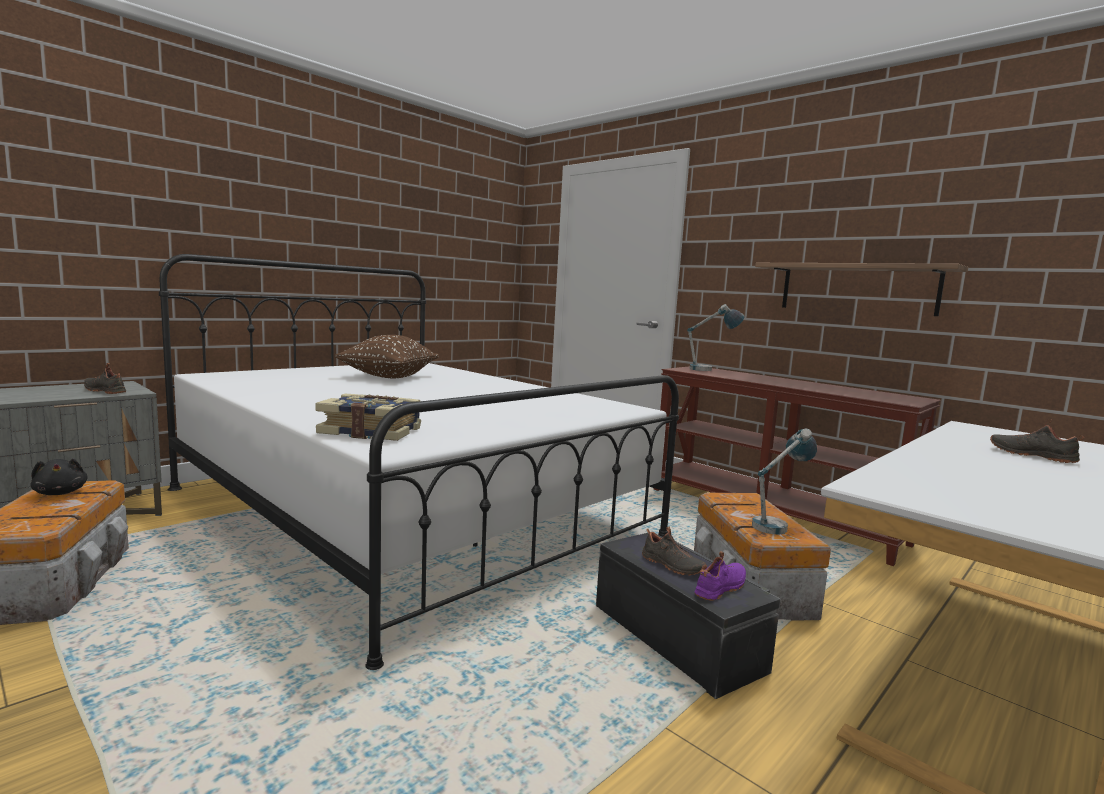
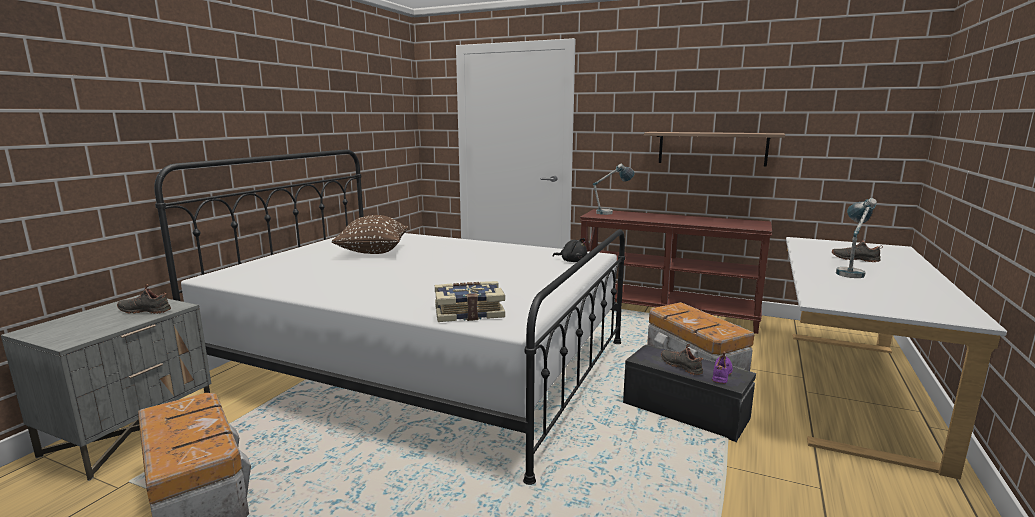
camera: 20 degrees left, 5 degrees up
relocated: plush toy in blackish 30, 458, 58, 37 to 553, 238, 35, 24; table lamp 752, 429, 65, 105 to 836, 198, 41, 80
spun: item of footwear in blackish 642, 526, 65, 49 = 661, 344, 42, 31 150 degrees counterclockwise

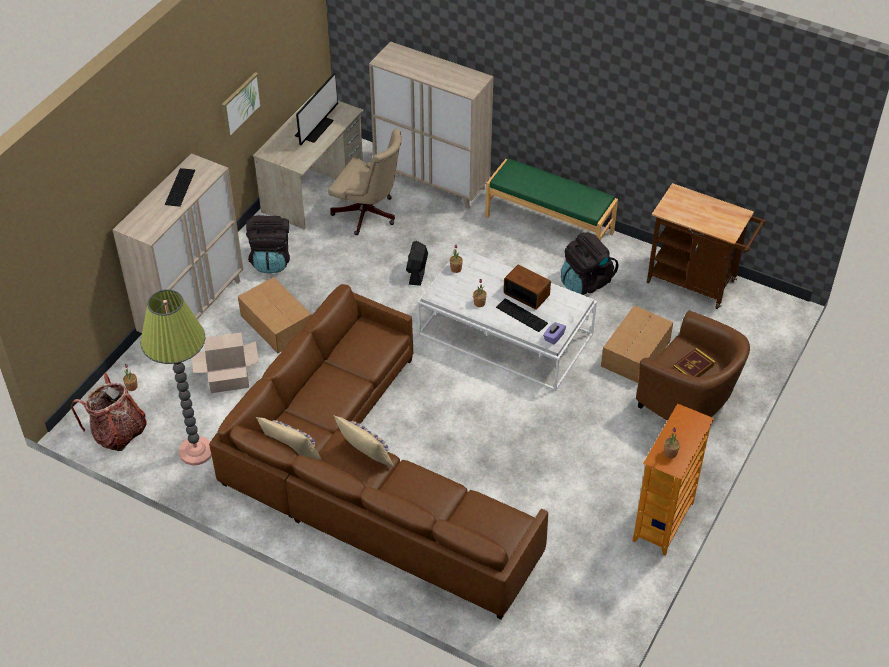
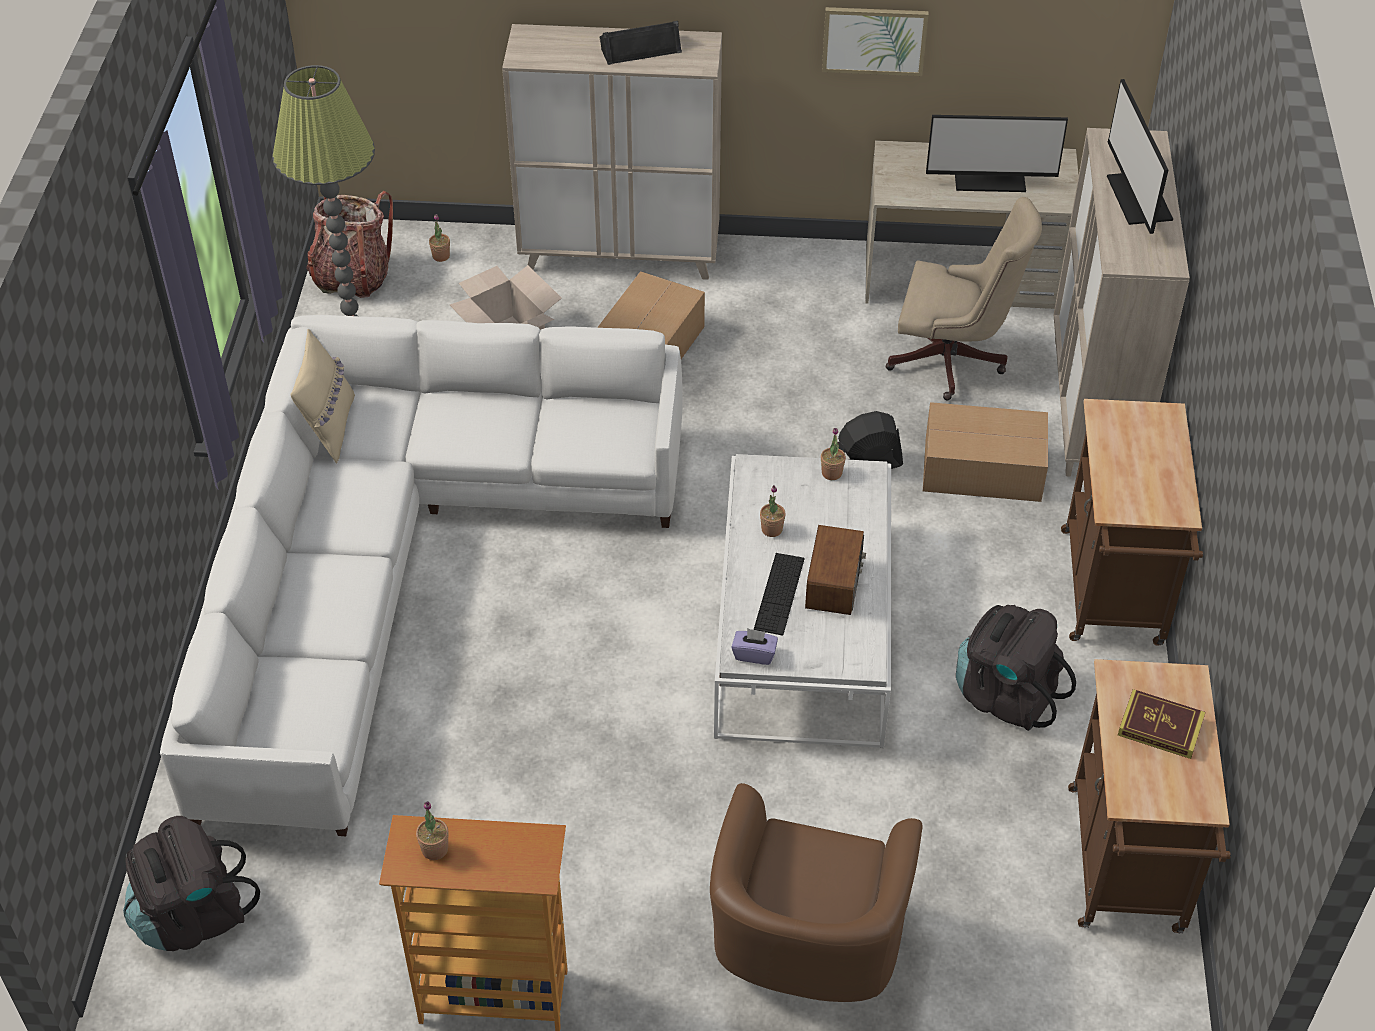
camera: 65 degrees right, 0 degrees up
missing: pillow in sand-coloured 333, 415, 61, 52
appeared: computer screen 1107, 79, 66, 155
relocated: backpack in blackish 246, 215, 44, 58 to 123, 816, 137, 135; carton 601, 305, 72, 78 to 923, 402, 125, 100; bound book 672, 348, 44, 29 to 1118, 689, 88, 70
exchanged: PC keyboard 165, 168, 30, 39 to loudspeaker in blackish 600, 21, 82, 44; bench in green 485, 159, 133, 81 to cart in brownish 1061, 399, 142, 247
colour: sofa in brownish 209, 284, 339, 336 to sofa in whitish 160, 315, 523, 521
spun: desk chair in sand-coloured 328, 129, 74, 106 = 886, 197, 156, 203 75 degrees counterclockwise

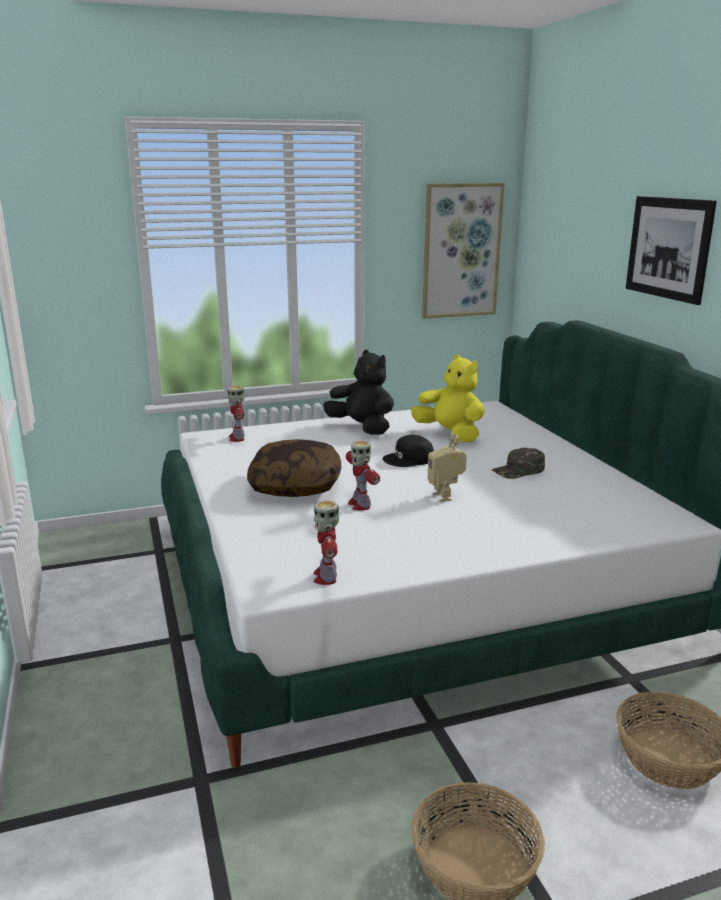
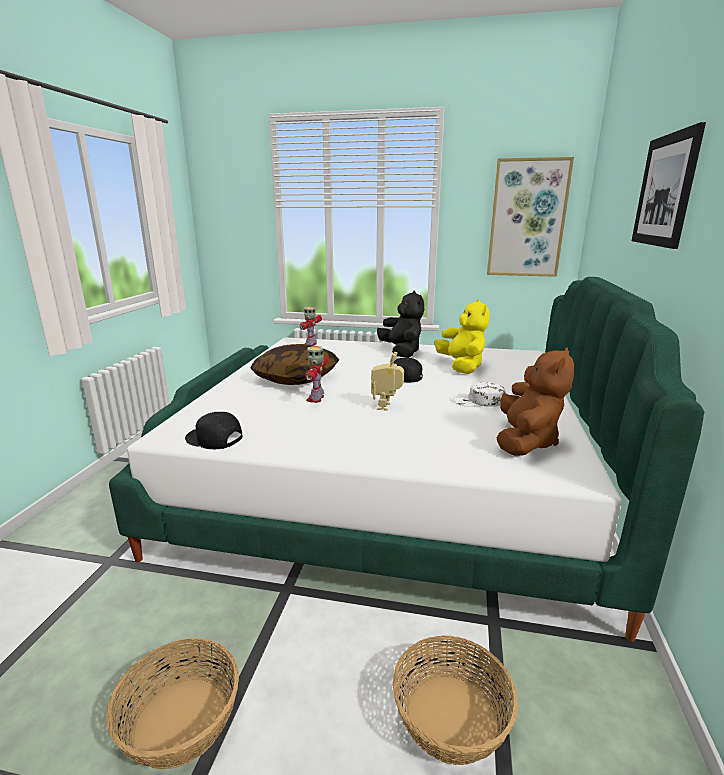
camera: 30 degrees right, 0 degrees up
appeared: plush toy in brownish 497, 347, 78, 109
exchanged: robot figure 313, 500, 26, 85 to peaked cap in blackish 185, 412, 58, 37
colour: peaked cap in green 492, 448, 53, 31 to peaked cap in whitish 453, 382, 53, 25

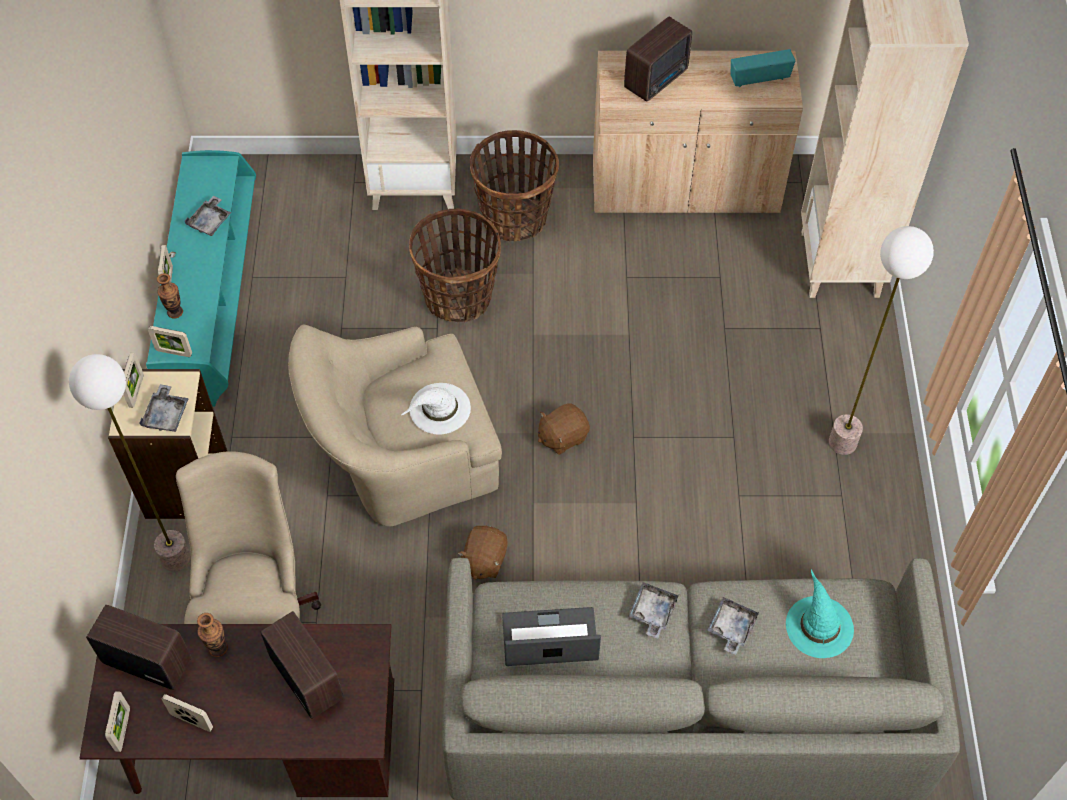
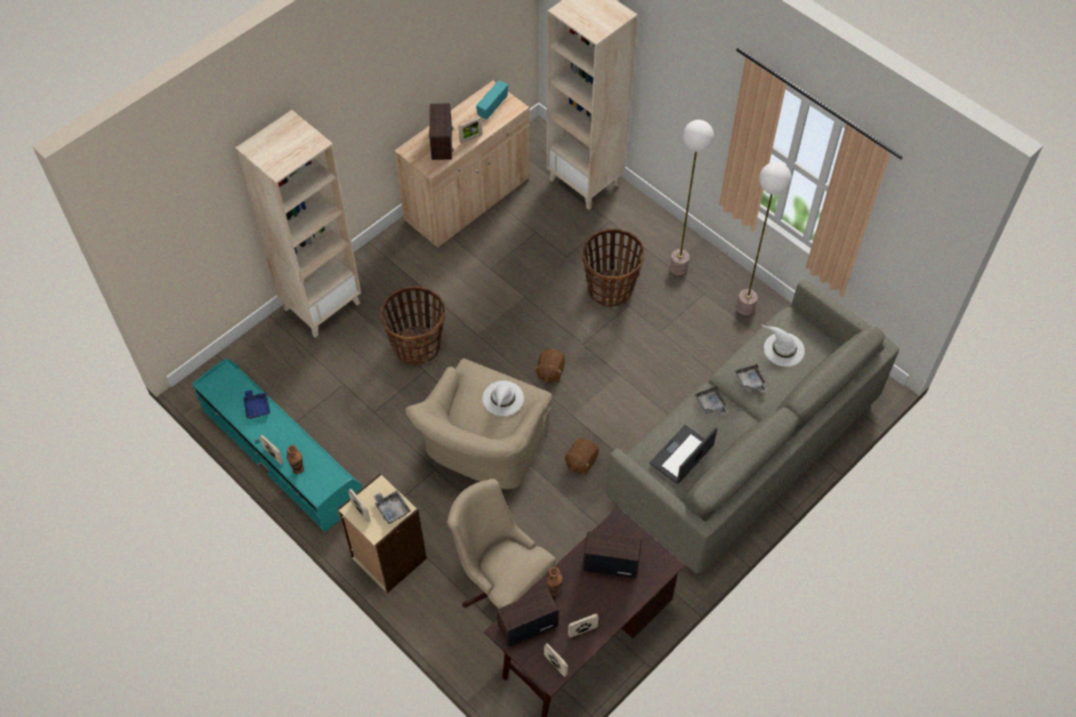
camera: 45 degrees left, 0 degrees up
relocated: floor lamp 69, 354, 122, 218 to 736, 162, 55, 154; standing frame 148, 326, 44, 31 to 459, 116, 23, 28; storage basket 470, 130, 89, 111 to 583, 229, 62, 78
colour: serving tray in grey 185, 196, 46, 40 to serving tray in blue-coloured 243, 390, 27, 29; wearable hat in turquoise 786, 569, 68, 89 to wearable hat in whitish 762, 325, 43, 42
spun: plush toy in brownish 458, 526, 50, 54 = 564, 438, 35, 37 60 degrees clockwise

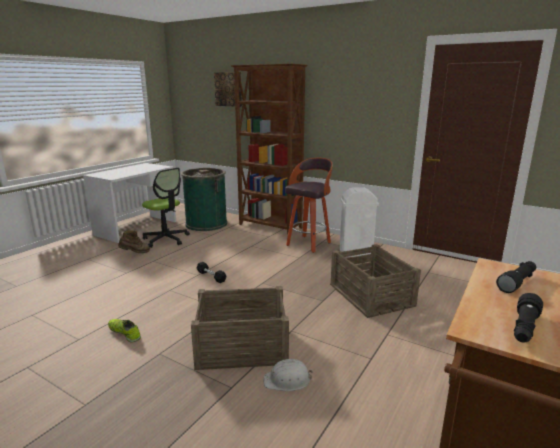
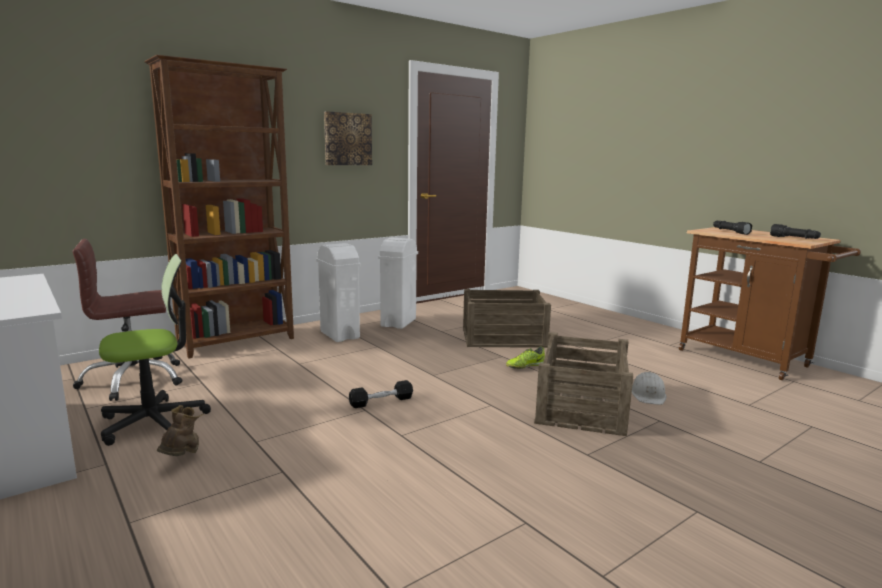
camera: 70 degrees left, 5 degrees down
relocated: item of footwear 108, 319, 33, 23 to 506, 346, 39, 23; wall art 214, 72, 28, 35 to 324, 111, 48, 54
exchanged: rubbish bin in green 181, 168, 46, 63 to desk chair in brownish 72, 239, 110, 162; sitting stool 285, 158, 48, 95 to rubbish bin in whitish 316, 243, 45, 99

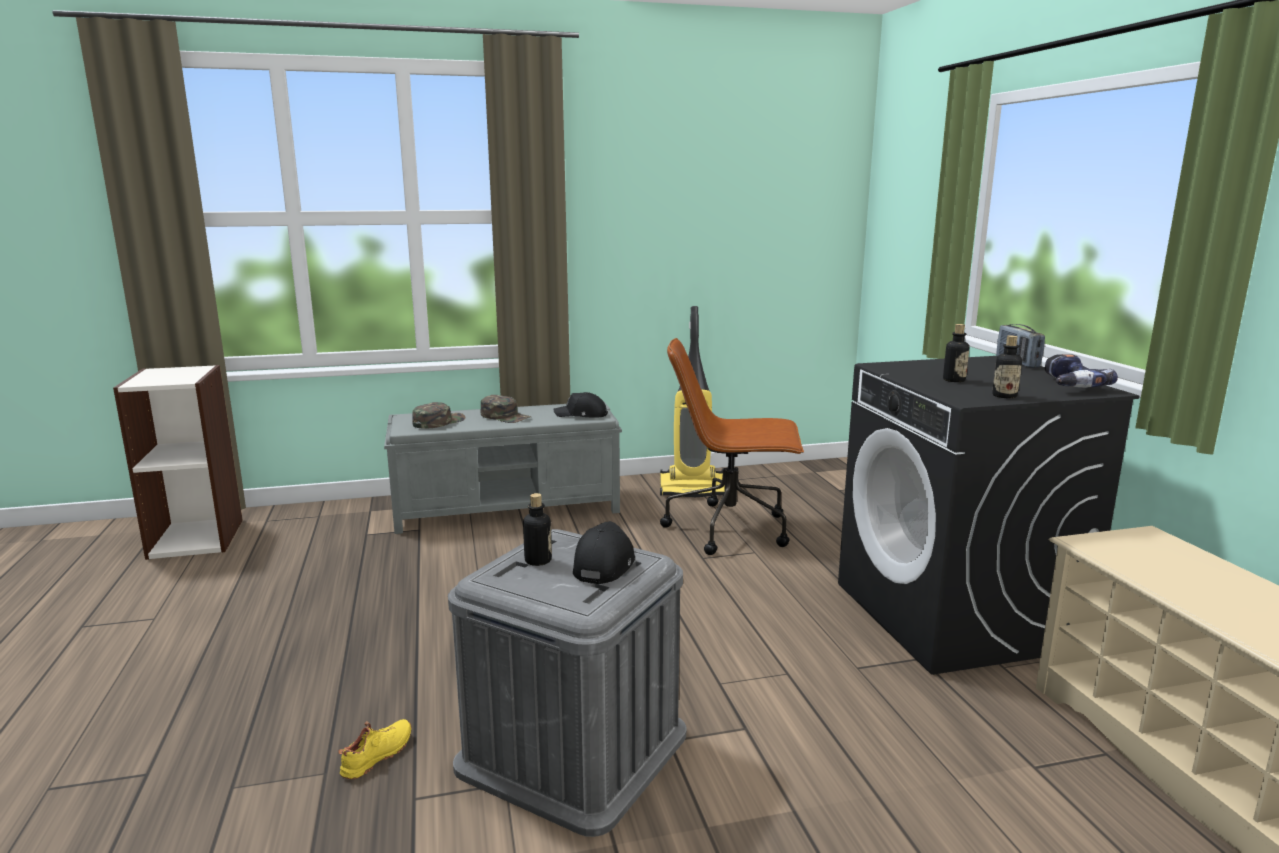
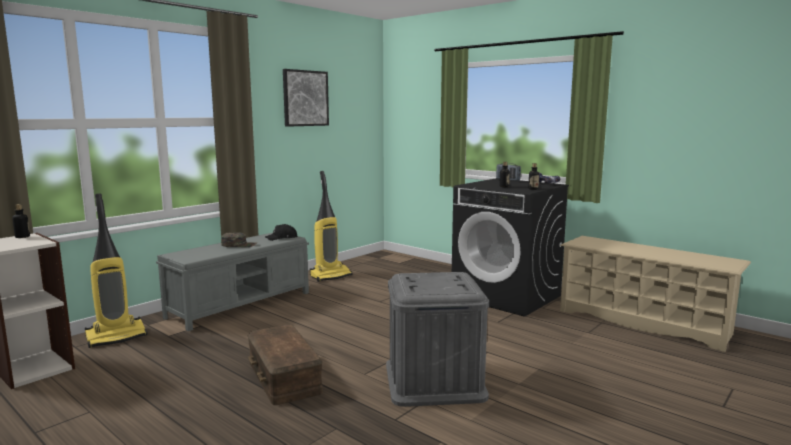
camera: 35 degrees left, 5 degrees down
missing: item of footwear in yellow-coloured 338, 719, 74, 60; peaked cap in green 412, 402, 54, 27; peaked cap in blackish 573, 521, 62, 63; desk chair in brownish 660, 338, 144, 217
appeared: vacuum 85, 193, 62, 155; storage bin in brownish 248, 324, 75, 81; wall art 283, 69, 46, 58
relocated: drink bottle 523, 493, 29, 73 to 12, 204, 18, 34

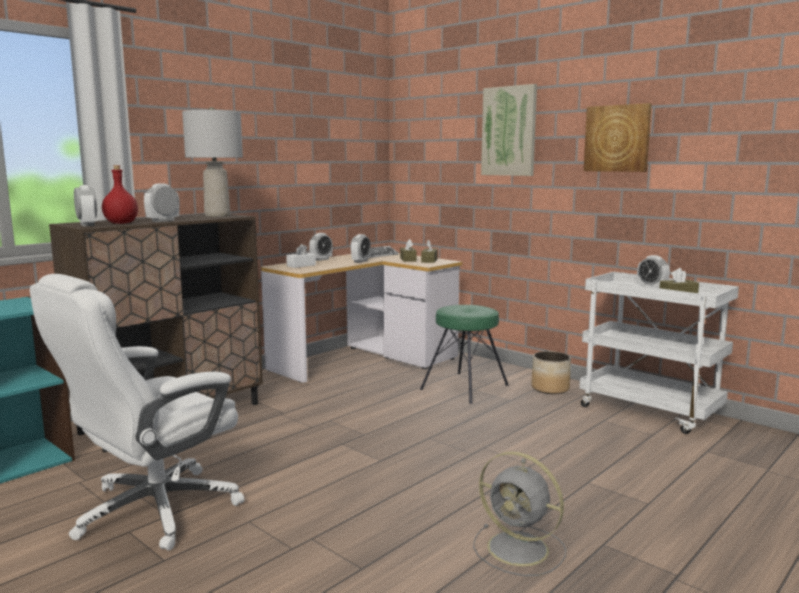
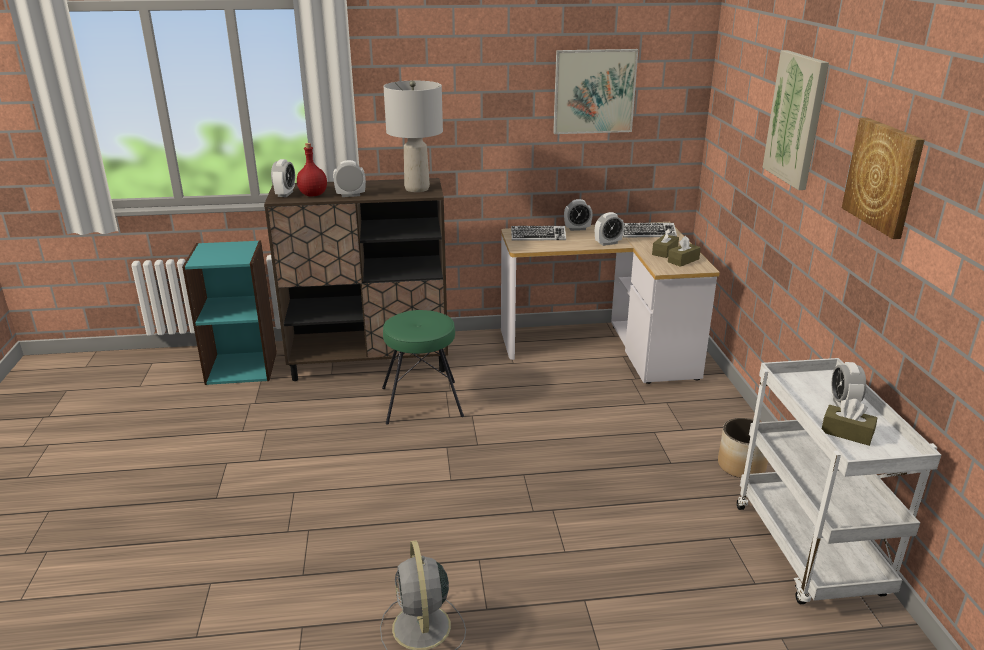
camera: 40 degrees right, 15 degrees up
missing: desk chair in whitish 30, 274, 215, 277
appeared: wall art 553, 49, 85, 85
relocated: sitting stool in green 420, 305, 89, 99 to 382, 310, 82, 115
exchanged: box of tissues in whitish 286, 244, 30, 24 to PC keyboard 511, 226, 55, 15

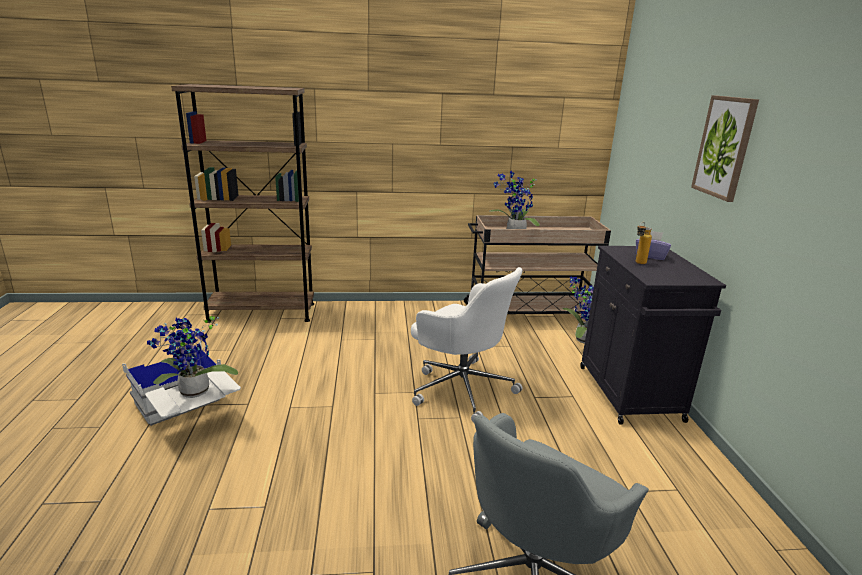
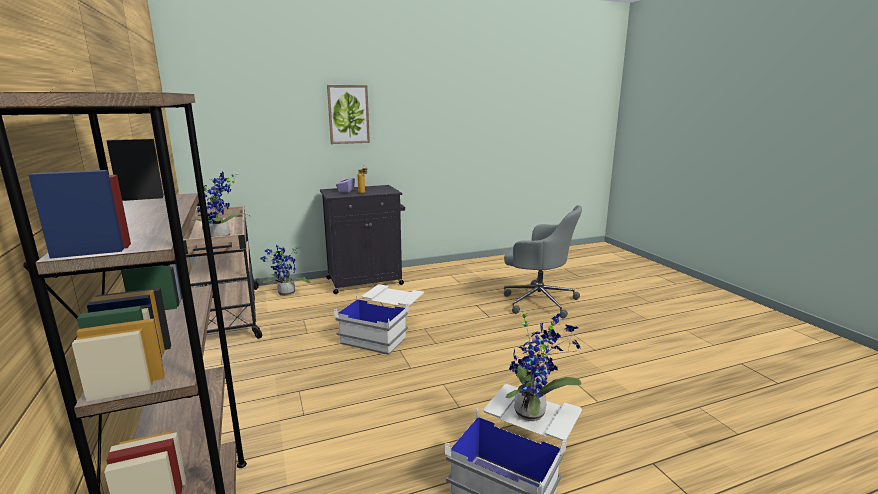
camera: 105 degrees left, 5 degrees down
exchanged: desk chair in whitish 411, 267, 111, 156 to storage bin in whitish 334, 284, 90, 71

